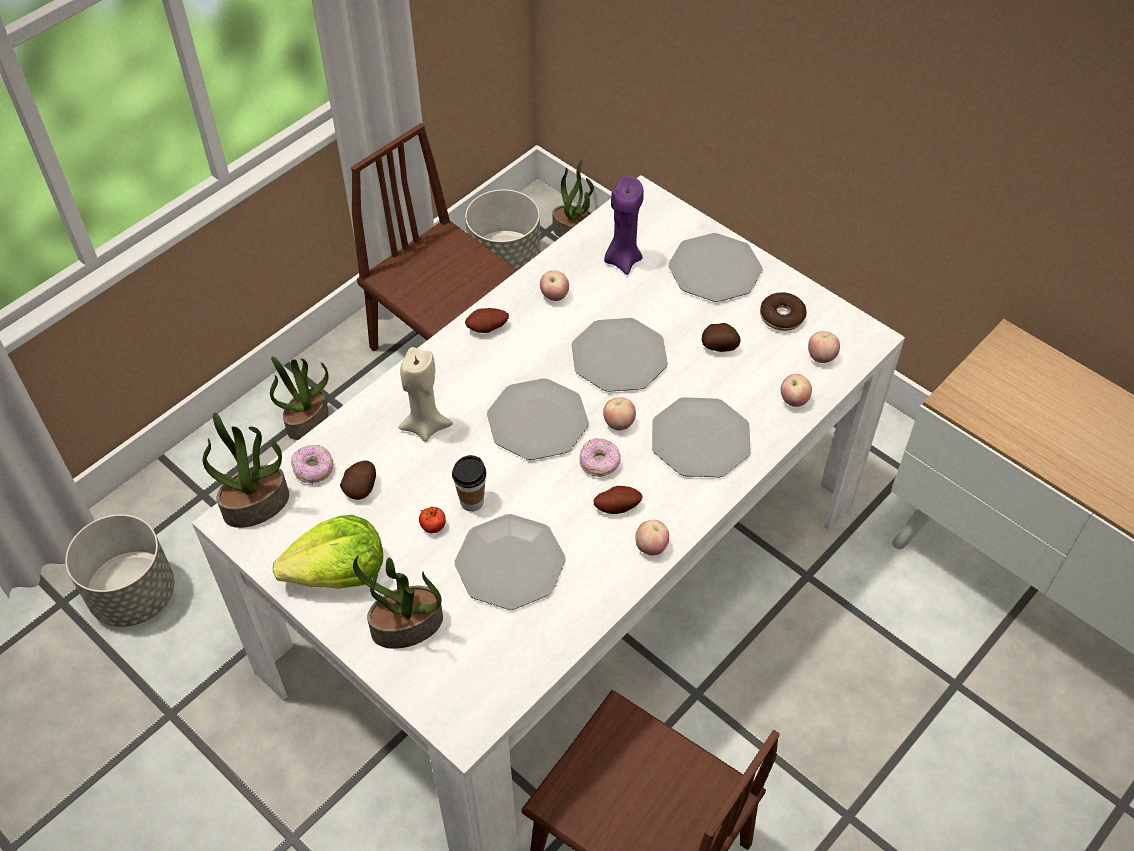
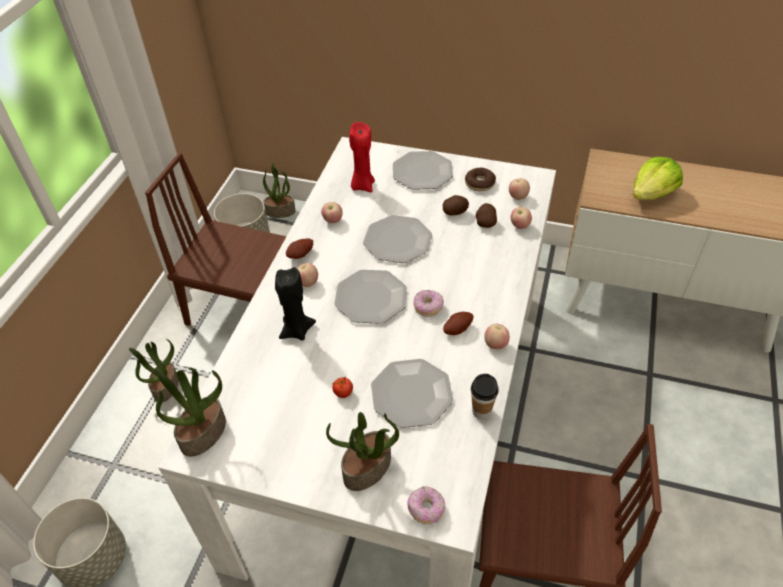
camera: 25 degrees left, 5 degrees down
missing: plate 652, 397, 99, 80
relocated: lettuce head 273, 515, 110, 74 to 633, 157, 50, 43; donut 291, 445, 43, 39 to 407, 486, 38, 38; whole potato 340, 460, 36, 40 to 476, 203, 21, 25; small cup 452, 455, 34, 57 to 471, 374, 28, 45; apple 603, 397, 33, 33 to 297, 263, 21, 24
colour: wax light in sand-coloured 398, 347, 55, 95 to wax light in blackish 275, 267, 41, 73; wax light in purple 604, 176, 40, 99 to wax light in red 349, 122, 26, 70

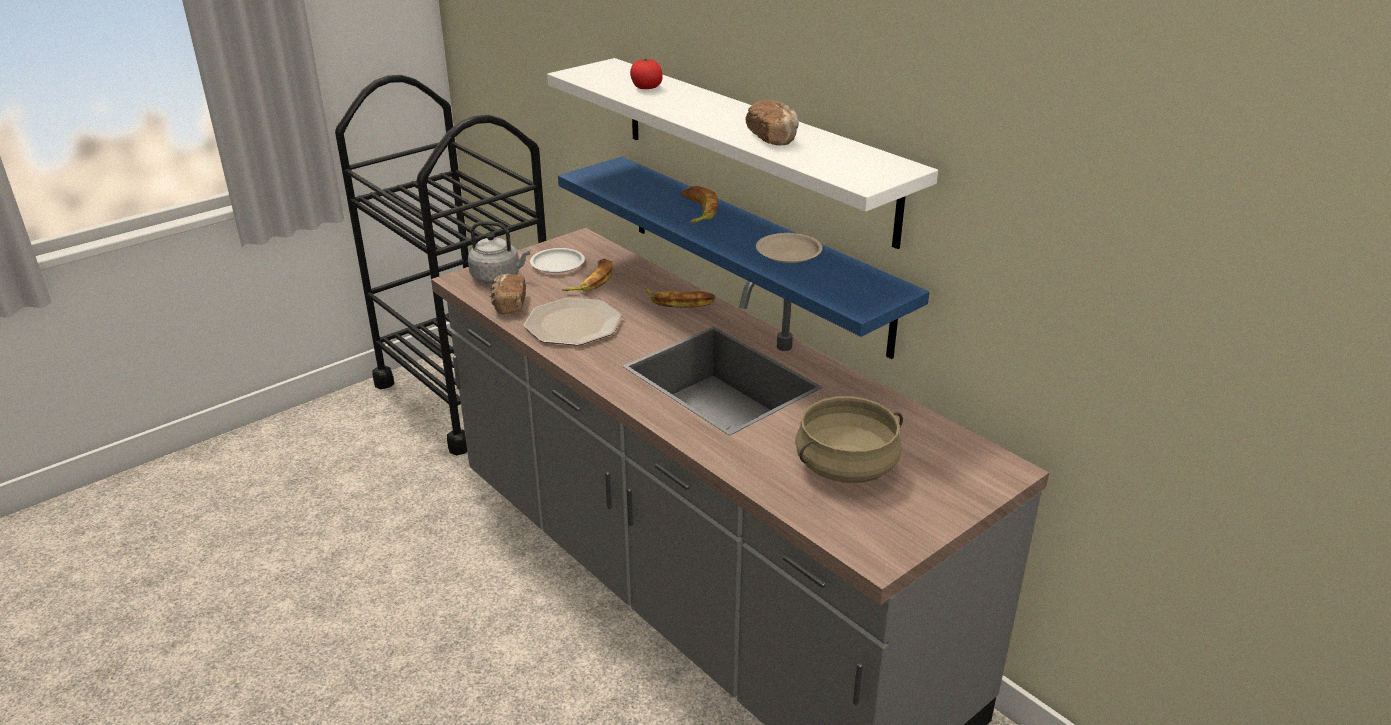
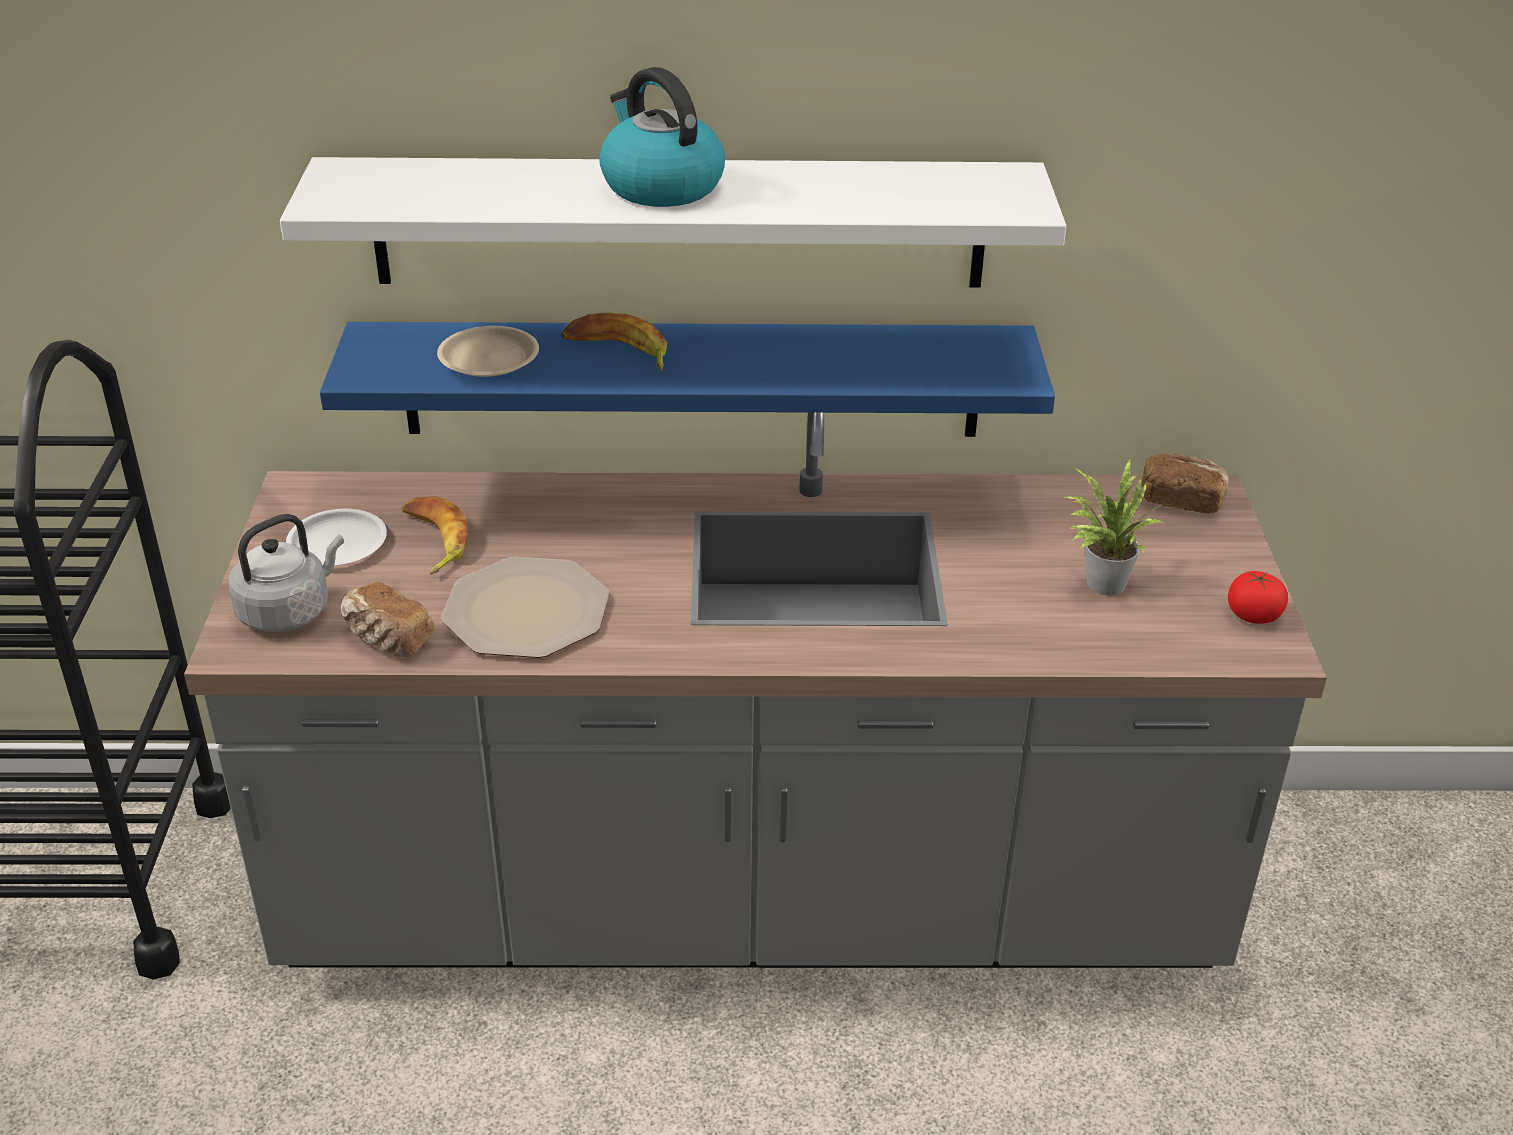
camera: 50 degrees left, 5 degrees up
missing: banana fruit 645, 288, 70, 20
appeared: tea kettle 599, 67, 126, 140
relocated: fresh tomato 630, 58, 33, 31 to 1228, 571, 60, 53; baked bread 746, 99, 53, 46 to 1141, 454, 88, 60; plate in sand-coloured 756, 233, 67, 30 to 437, 326, 102, 51
exchanged: cooking pot in sand-coloured 795, 396, 108, 87 to potted plant 1062, 459, 101, 137

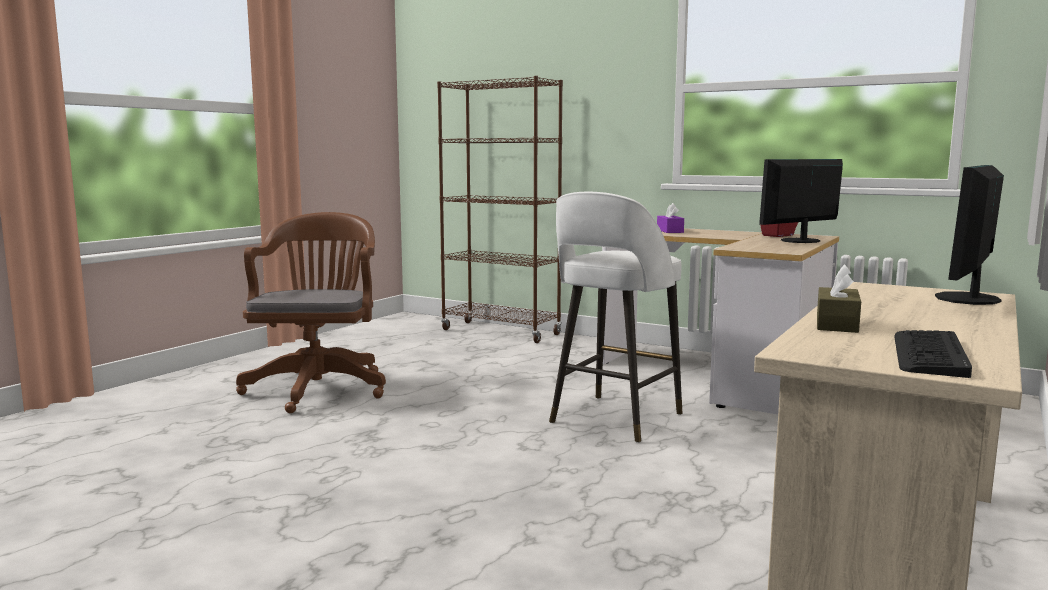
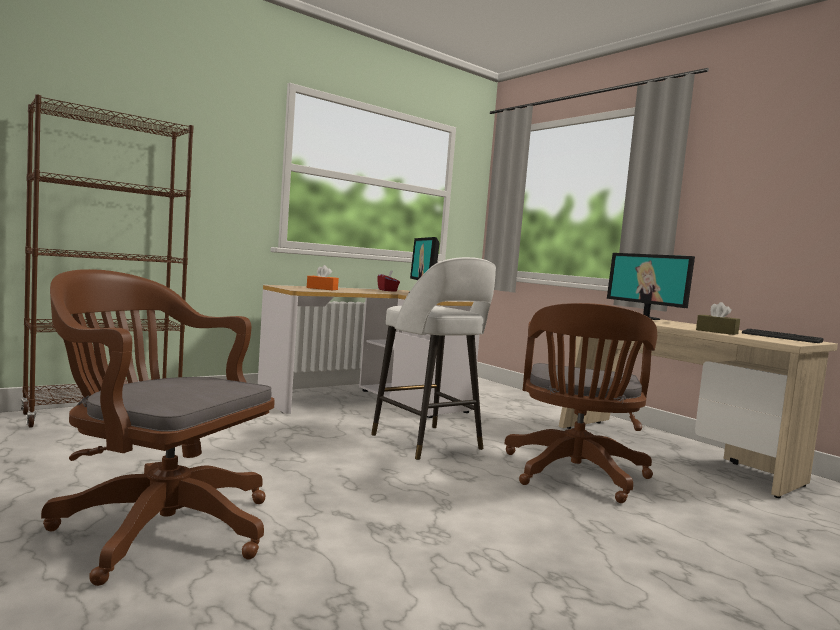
camera: 70 degrees left, 5 degrees down
appeared: desk chair in brownish 504, 303, 153, 200
colour: box of tissues in purple 657, 203, 27, 30 to box of tissues in orange 307, 265, 32, 25

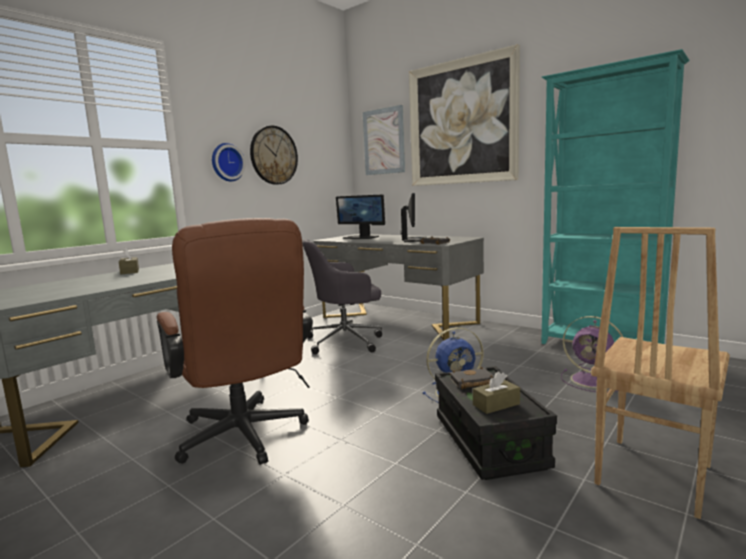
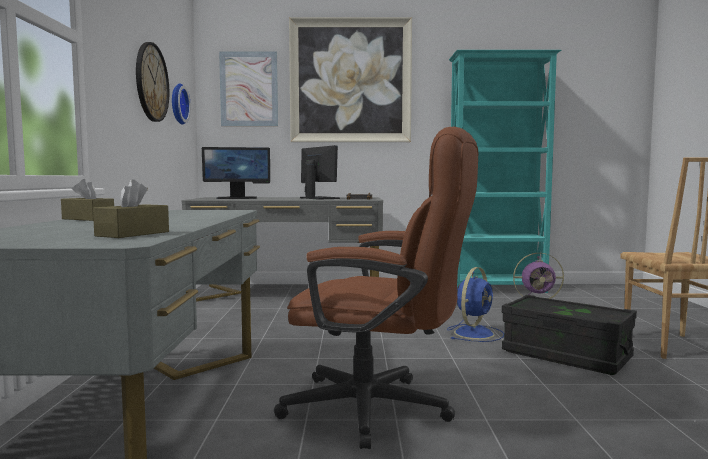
camera: 40 degrees left, 5 degrees down
missing: desk chair in grey 302, 239, 80, 116; bound book in blackish 450, 367, 44, 22
relocated: clock on the wall 212, 143, 33, 39 to 172, 83, 19, 42; box of tissues in brownish 473, 371, 47, 43 to 93, 179, 76, 59

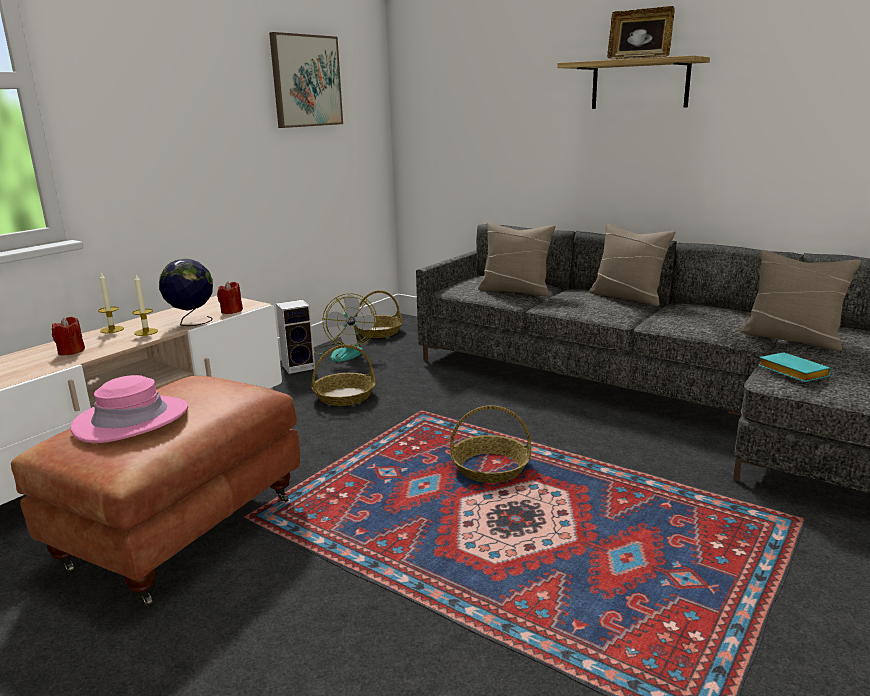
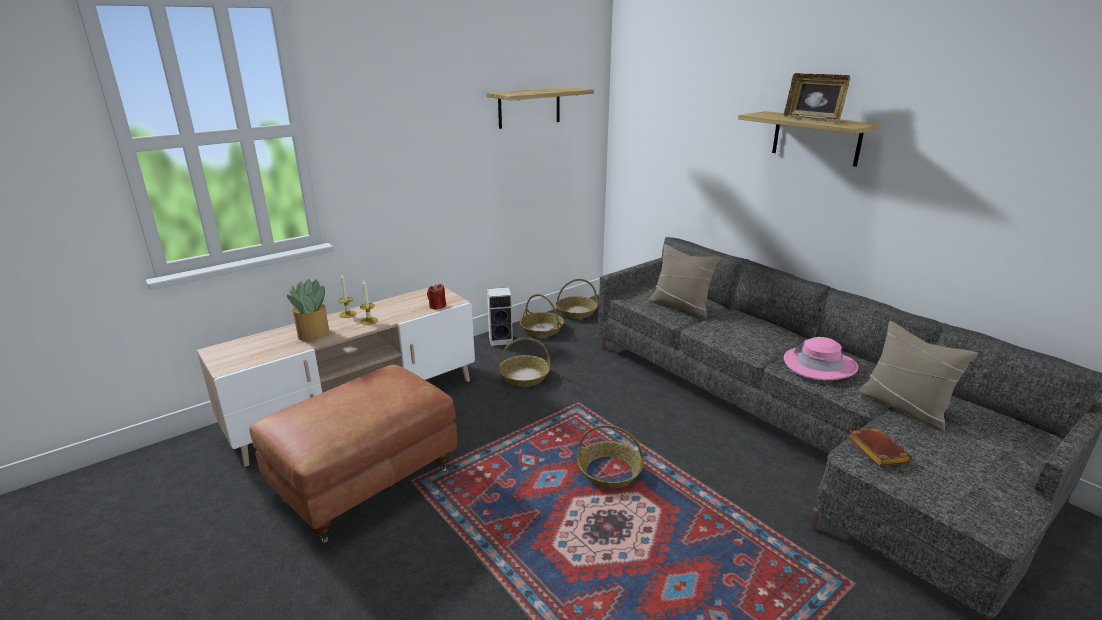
camera: 15 degrees right, 5 degrees up
missing: world globe 159, 259, 54, 67; pillow in sand-coloured 589, 224, 87, 82
relocated: wearable hat in pink 70, 375, 118, 68 to 784, 337, 75, 43
exchanged: wax light in red 52, 317, 33, 38 to potted plant 287, 279, 42, 62; wall art 269, 32, 74, 96 to shelf 487, 87, 107, 42; fan 314, 293, 63, 69 to storage basket 520, 294, 44, 43
colour: bound book in turquoise 758, 352, 73, 30 to bound book in brownish 848, 428, 64, 38

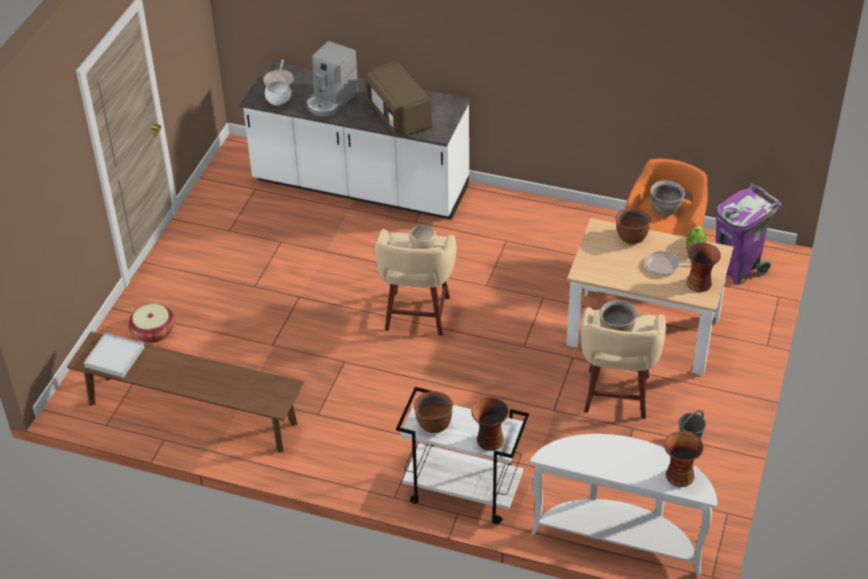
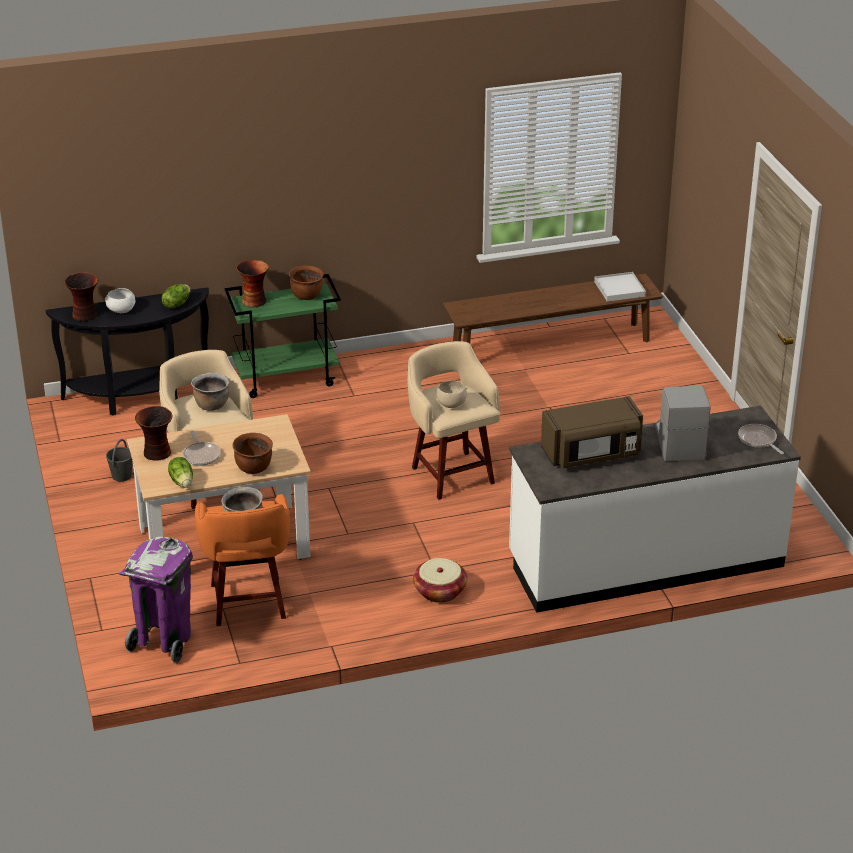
camera: 145 degrees right, 10 degrees down
appeared: lettuce head 162, 284, 29, 24
relocated: storage basket 128, 304, 47, 39 to 413, 558, 54, 45; serving bowl in whitish 265, 81, 27, 25 to 105, 288, 30, 25
colour: cart in whitish 396, 387, 133, 137 to cart in green 225, 274, 116, 124; narrow table in whitish 530, 434, 187, 143 to narrow table in blackish 46, 287, 163, 128
spun: kitchen microwave in brownish 365, 61, 67, 75 = 541, 396, 102, 72 135 degrees clockwise; pan 645, 251, 46, 25 = 183, 431, 38, 35 105 degrees clockwise

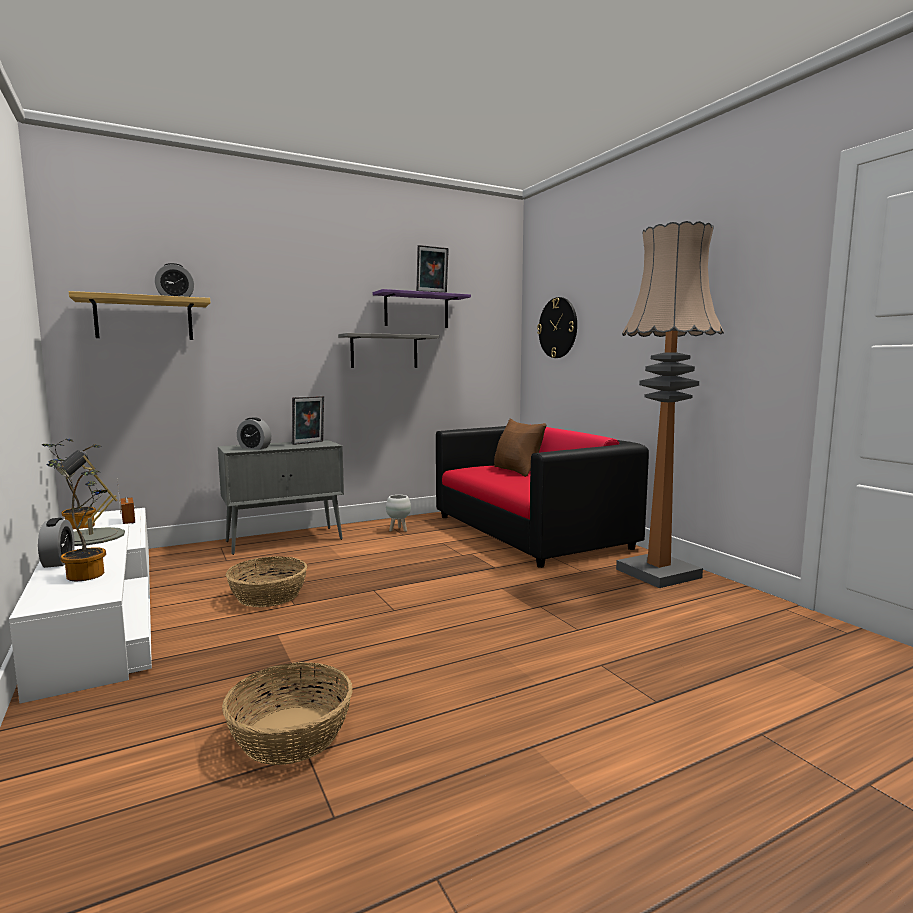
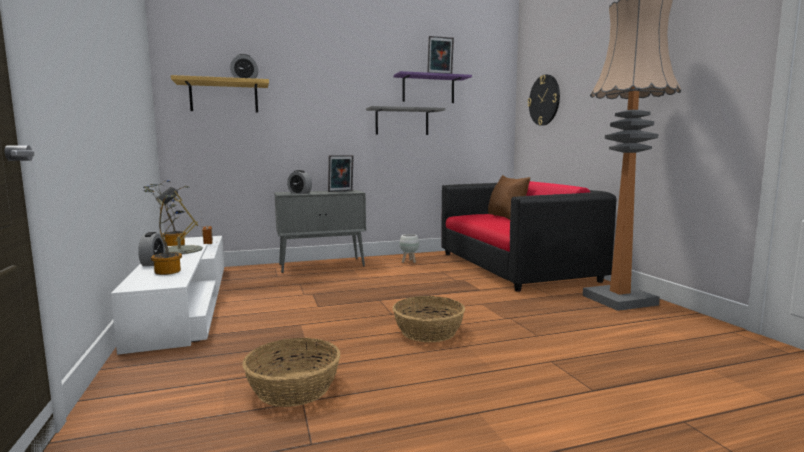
camera: 10 degrees right, 0 degrees up
relocated: storage basket 226, 556, 81, 51 to 393, 296, 72, 46

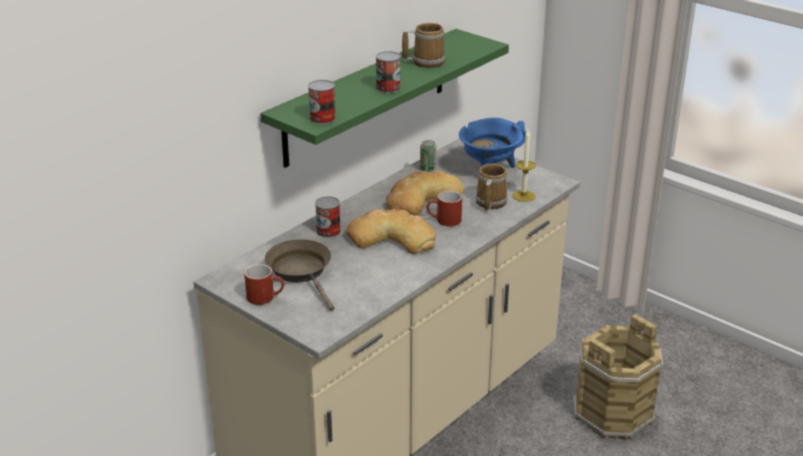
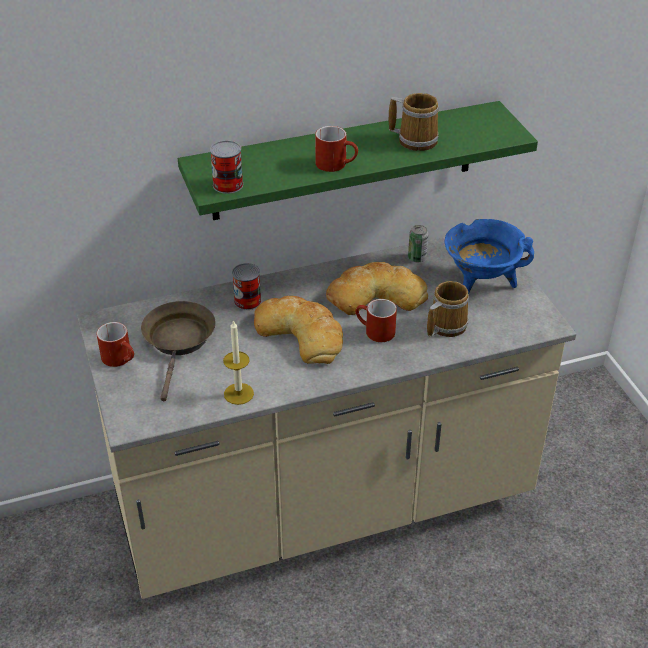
camera: 30 degrees right, 10 degrees up
missing: bucket in brownish 574, 314, 90, 126
relocated: wax light 513, 130, 23, 72 to 223, 320, 31, 85
exchanged: can 376, 51, 25, 42 to tea mug in red 315, 126, 43, 46

